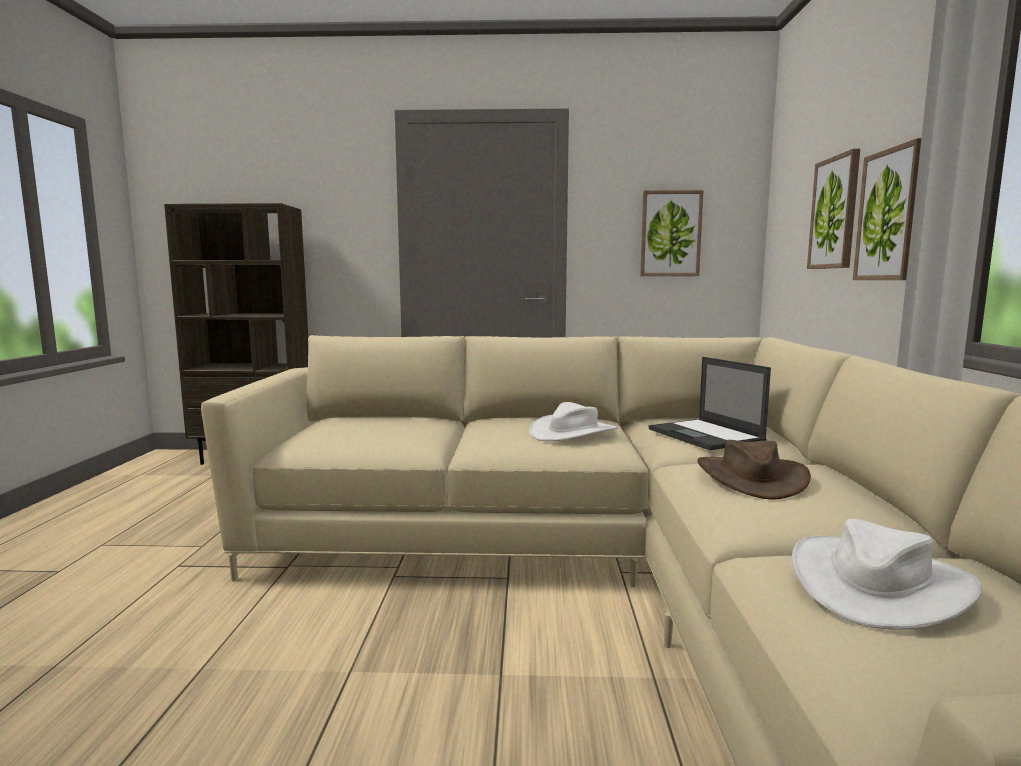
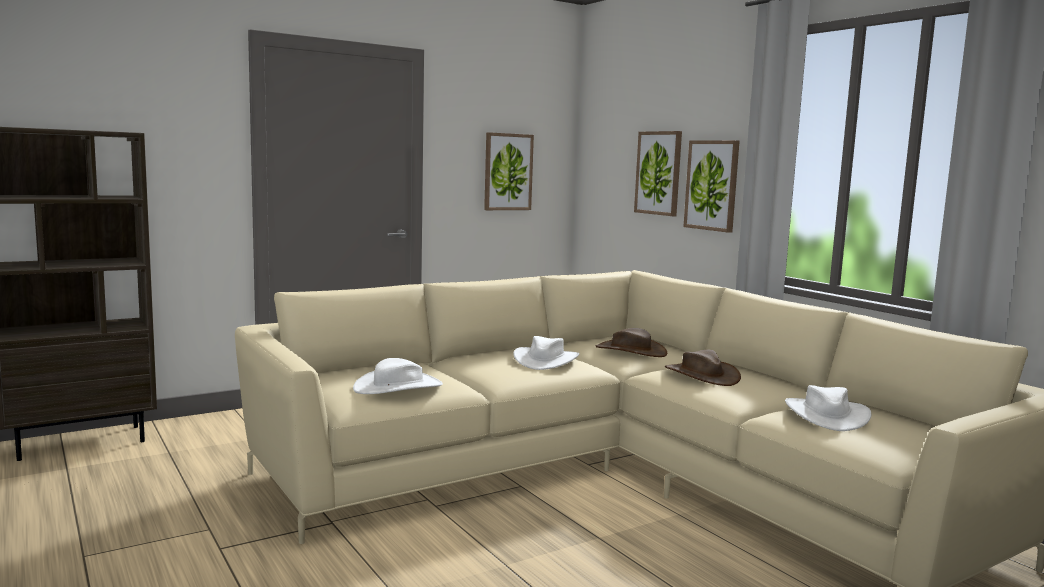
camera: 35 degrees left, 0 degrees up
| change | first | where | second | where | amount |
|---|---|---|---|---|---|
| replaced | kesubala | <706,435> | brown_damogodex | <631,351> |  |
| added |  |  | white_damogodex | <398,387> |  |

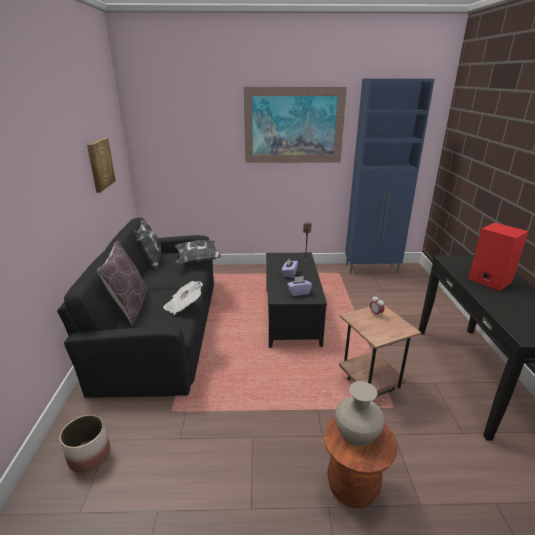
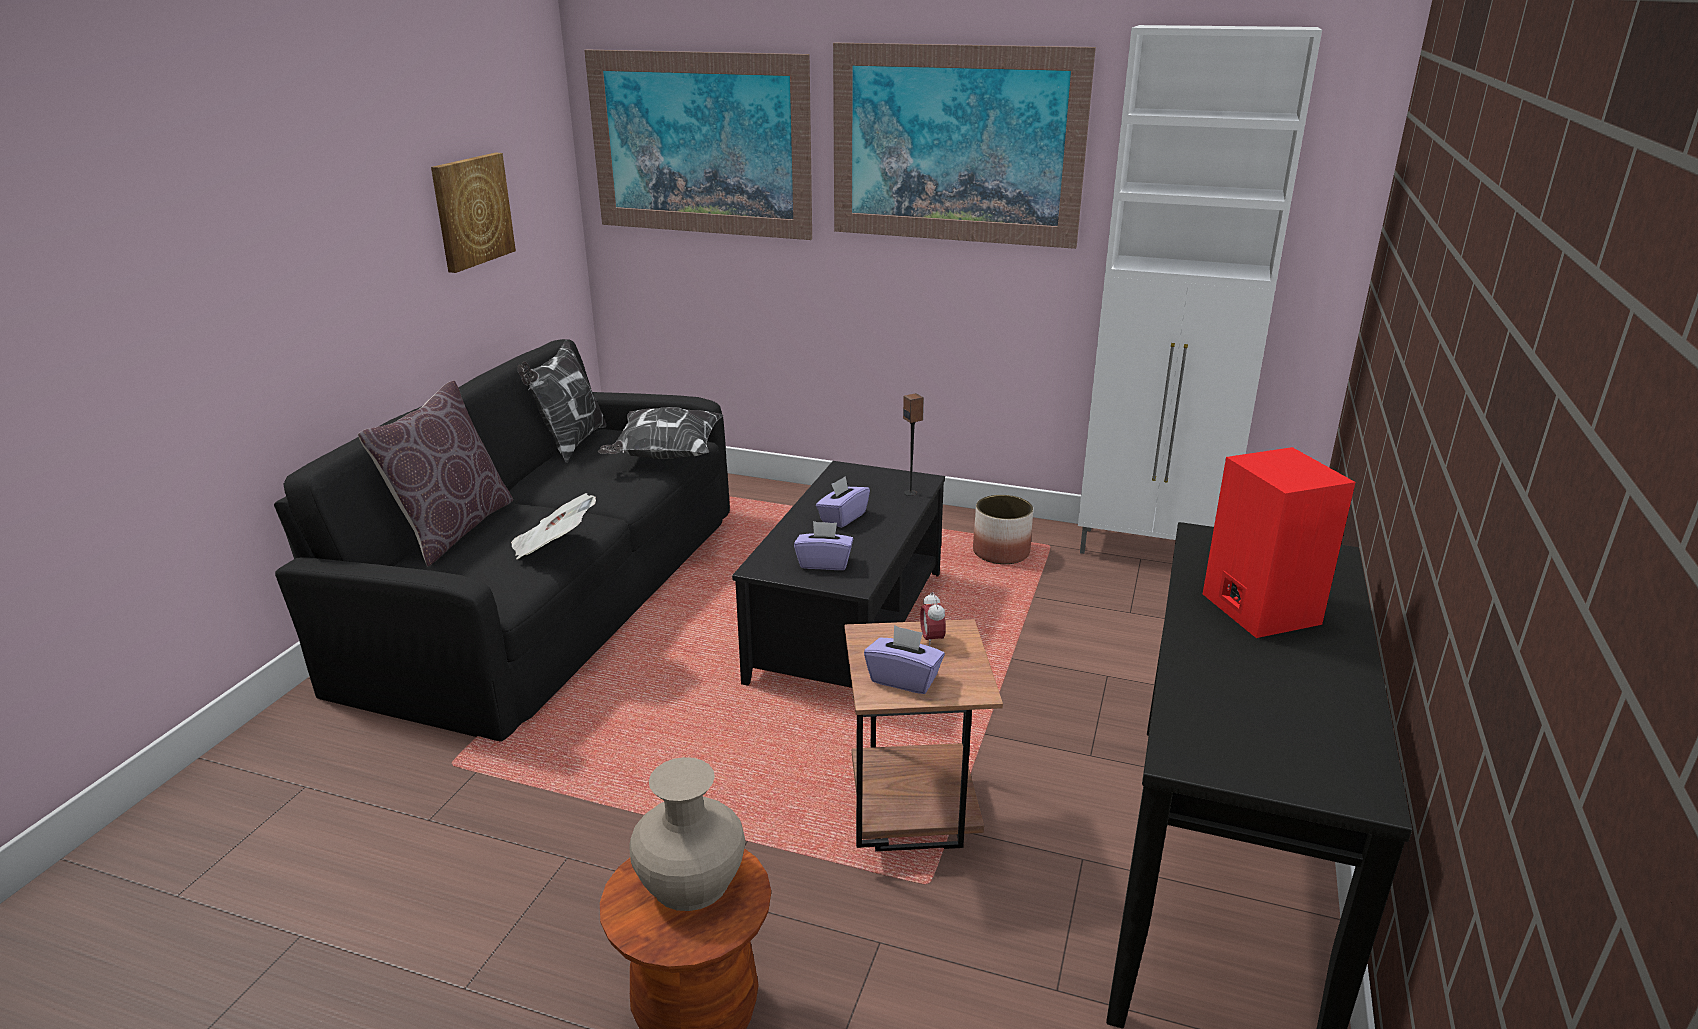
camera: 20 degrees right, 0 degrees up
| change | first | where | second | where | amount |
|---|---|---|---|---|---|
| recoloured | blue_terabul | <372,269> | white_terabul | <1152,551> |  |
| moved | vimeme | <90,455> |  | <1001,552> |  |
| added |  |  | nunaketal | <699,144> |  |
| added |  |  | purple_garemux | <904,679> |  |

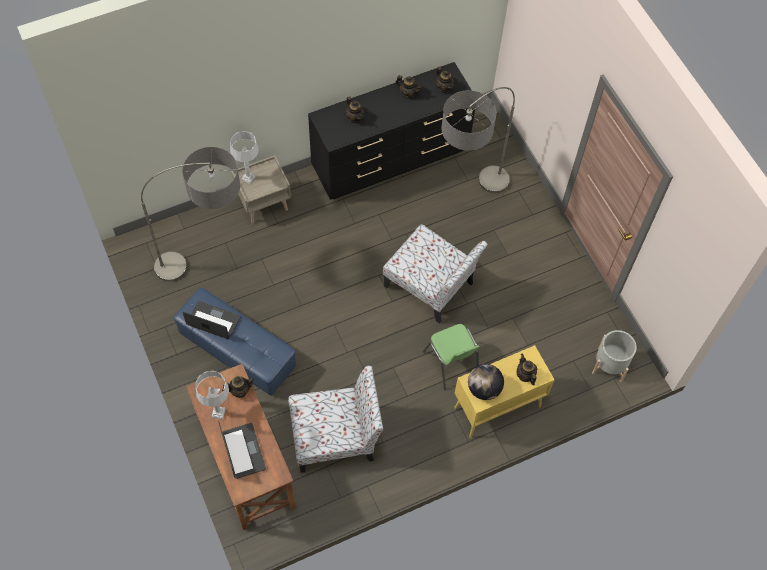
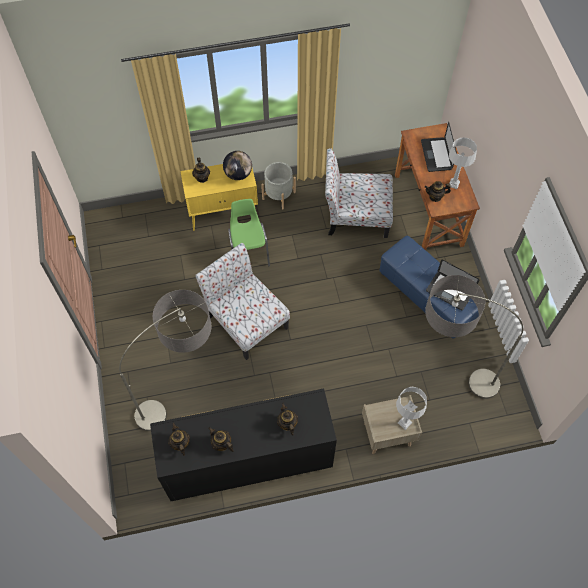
camera: 165 degrees left, 0 degrees up
| change | first | where | second | where | amount |
|---|---|---|---|---|---|
| moved | grey_vimeme | <610,364> |  | <279,195> |  |

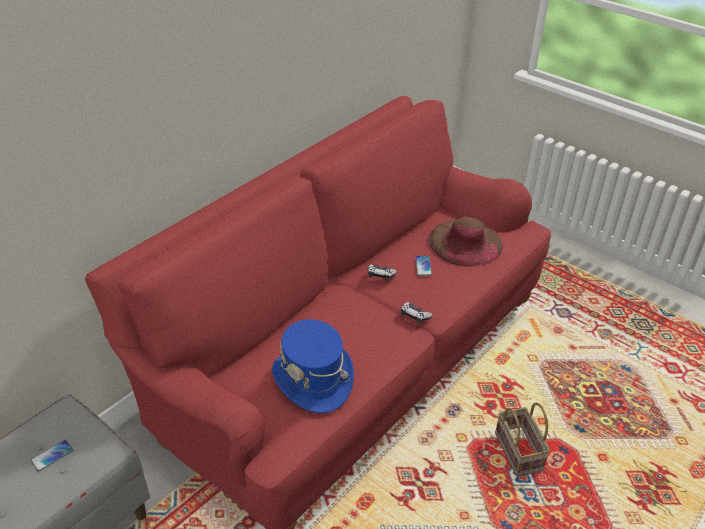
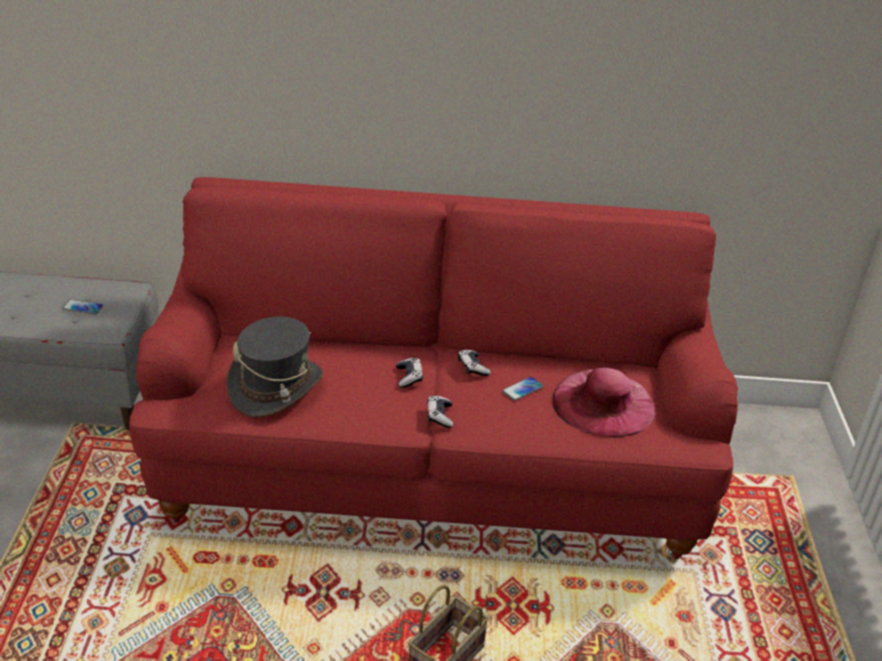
camera: 50 degrees right, 5 degrees down
| change | first | where | second | where | amount |
|---|---|---|---|---|---|
| recoloured | brown_damogodex | <465,242> | pink_damogodex | <603,403> |  |
| recoloured | blue_damogodex | <313,379> | grey_damogodex | <275,387> |  |
| added |  |  | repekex | <409,377> |  |

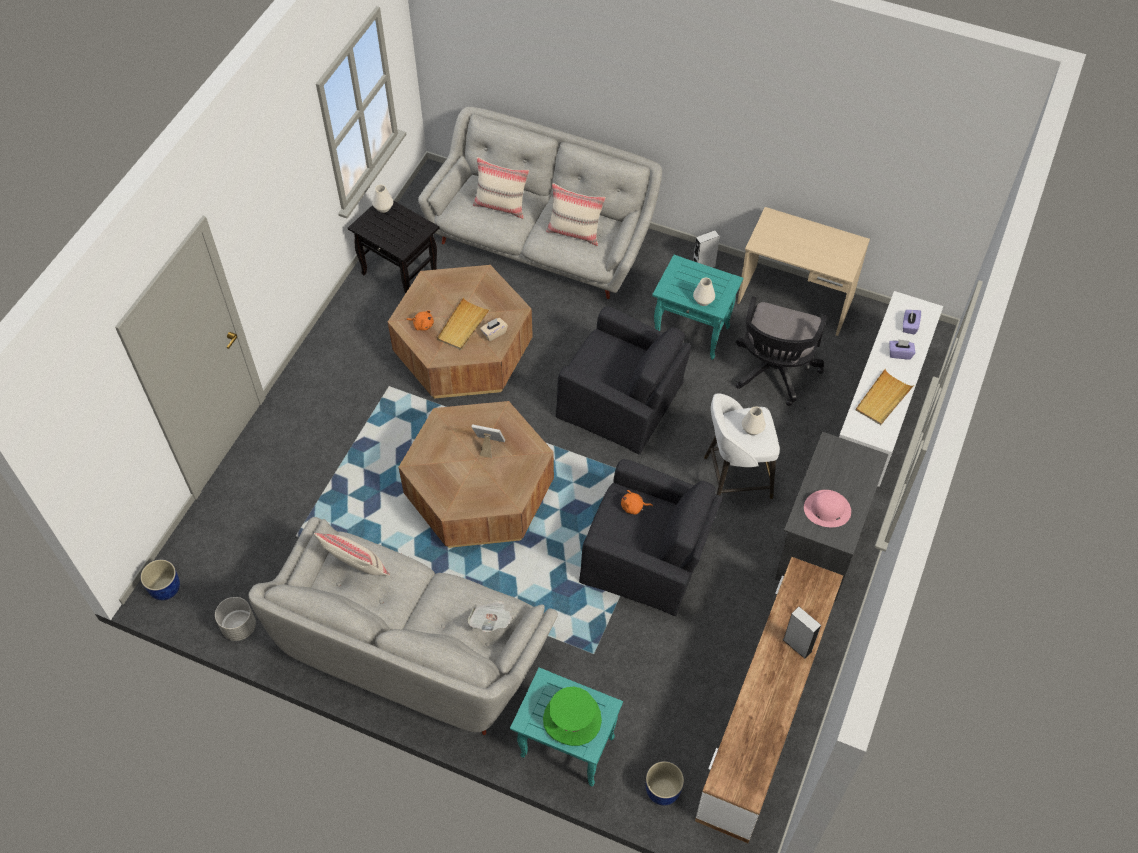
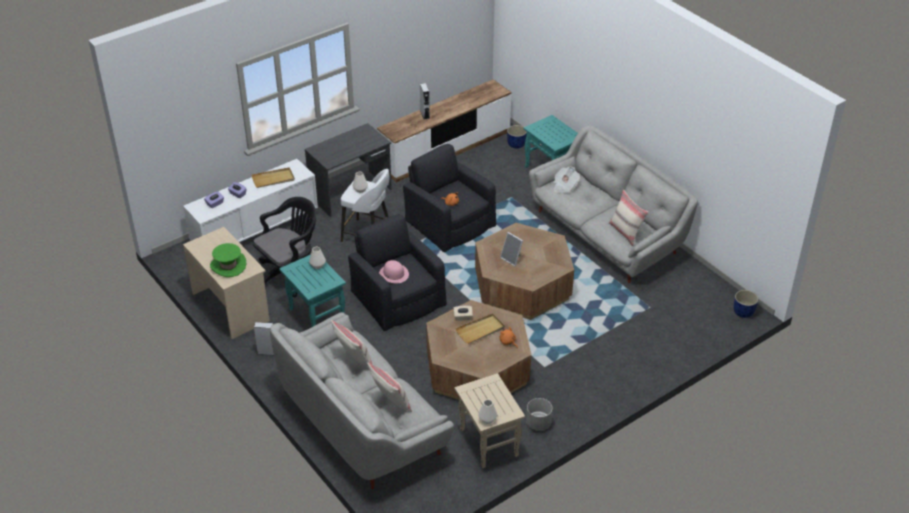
camera: 150 degrees left, 15 degrees down
| change | first | where | second | where | amount |
|---|---|---|---|---|---|
| recoloured | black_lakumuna | <401,275> | beige_lakumuna | <487,442> |  |
| moved | pink_damogodex | <827,509> |  | <394,274> |  |
| moved | grey_vimeme | <239,627> |  | <538,423> |  |
| moved | green_damogodex | <572,719> |  | <228,265> |  |

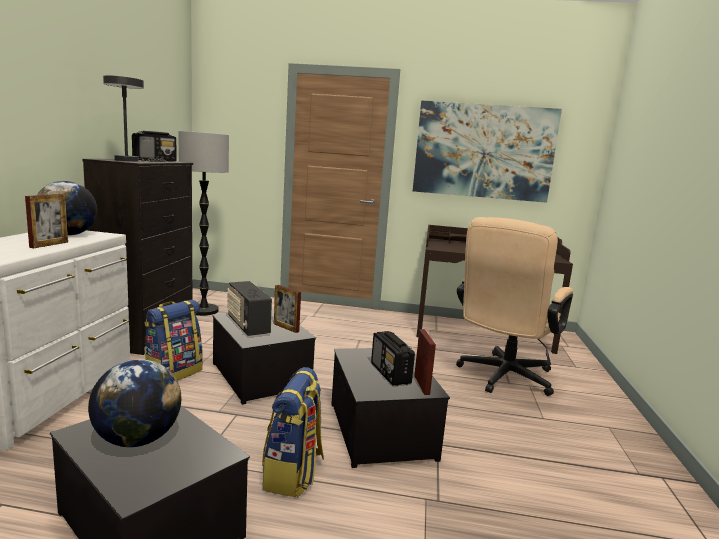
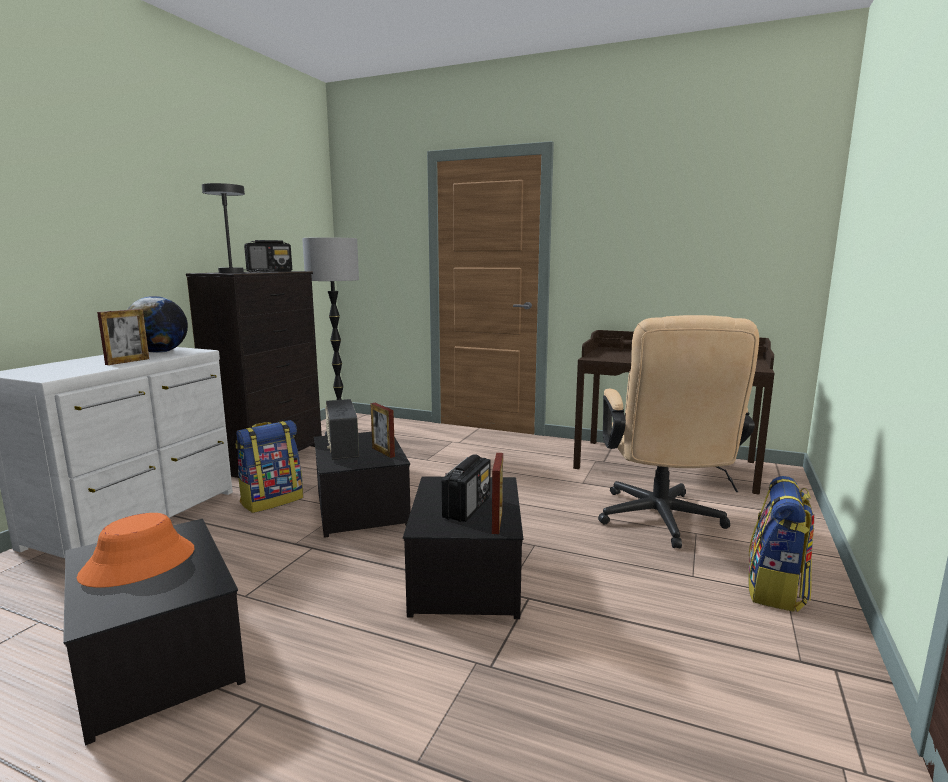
camera: 15 degrees right, 0 degrees up
| change | first | where | second | where | amount |
|---|---|---|---|---|---|
| removed | nunaketal | <483,151> |  |  |  |
| turned | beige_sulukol | <502,378> |  | <661,522> | 45 degrees counterclockwise |
| turned | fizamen | <390,374> |  | <467,507> | 150 degrees counterclockwise |
| replaced | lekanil | <137,439> | orange_damogodex | <139,563> |  |
| moved | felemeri | <293,474> |  | <776,590> |  |

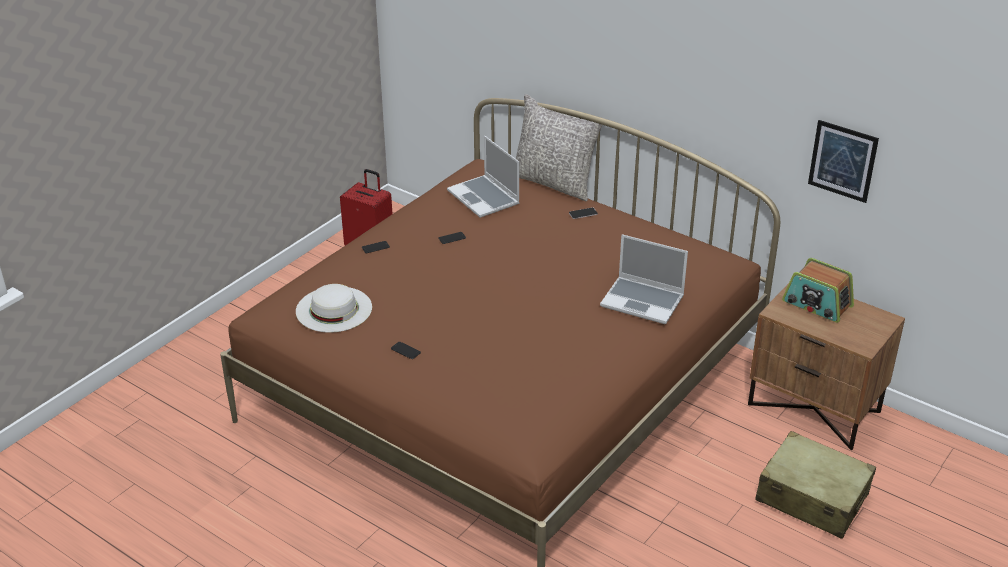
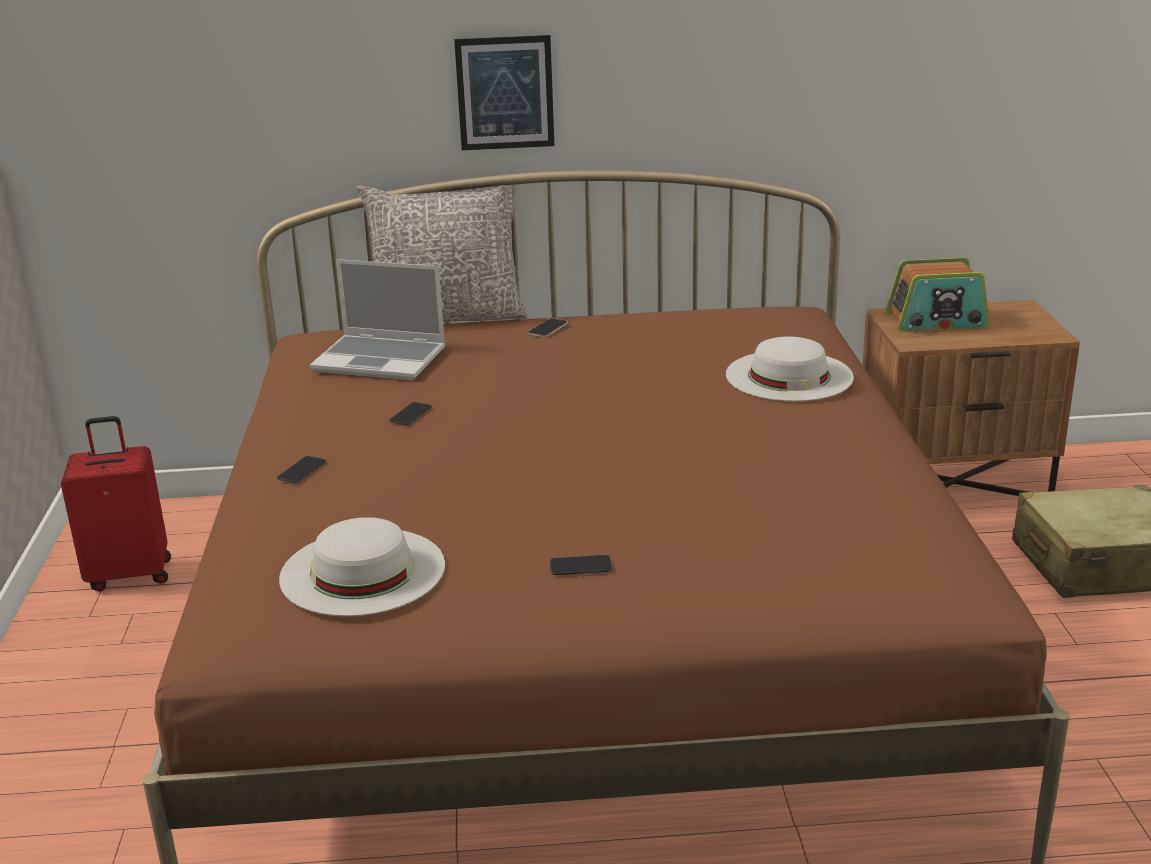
camera: 40 degrees left, 10 degrees down
| change | first | where | second | where | amount |
|---|---|---|---|---|---|
| moved | nunaketal | <842,161> |  | <505,93> |  |
| replaced | kesubala | <643,301> | white_damogodex | <789,375> |  |

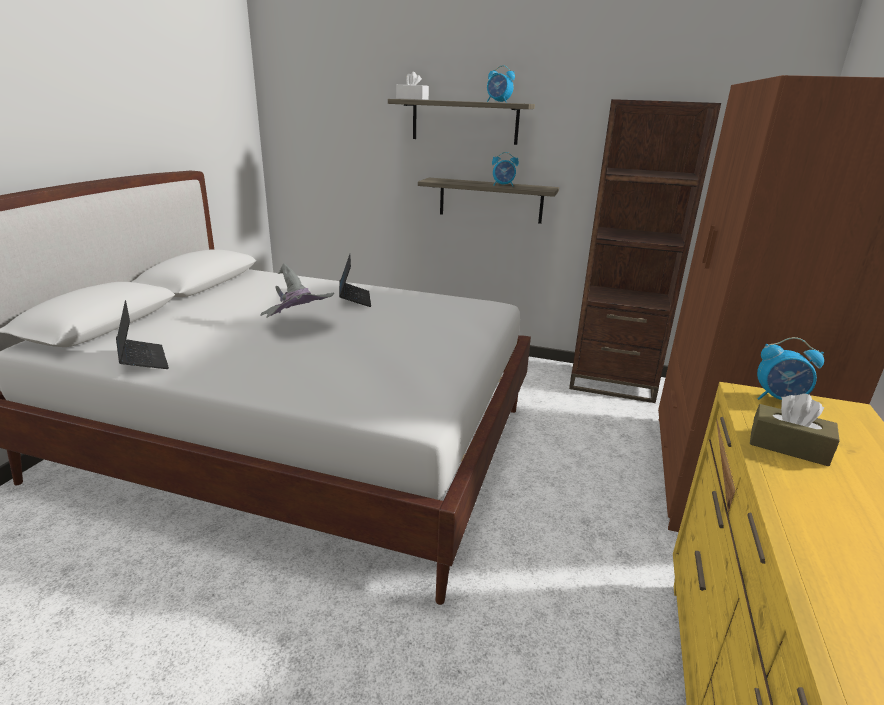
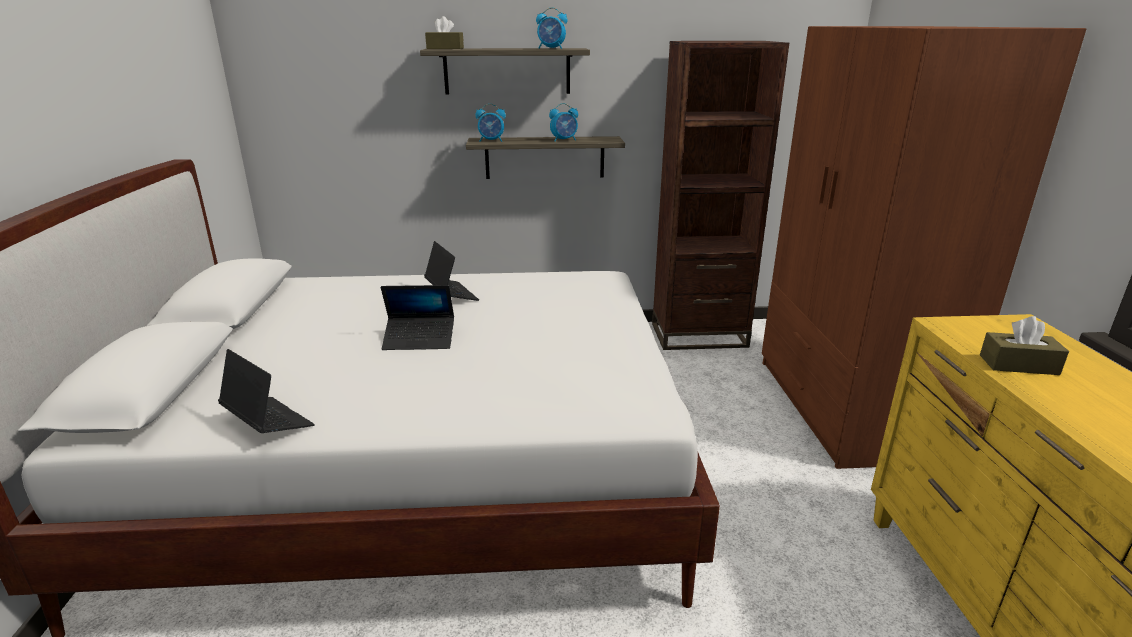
camera: 20 degrees left, 0 degrees up
| change | first | where | second | where | amount |
|---|---|---|---|---|---|
| recoloured | white_garemux | <412,99> | brown_garemux | <445,48> |  |
| replaced | grey_damogodex | <297,327> | kesubala | <419,340> |  |
| moved | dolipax | <779,399> |  | <491,141> |  |

